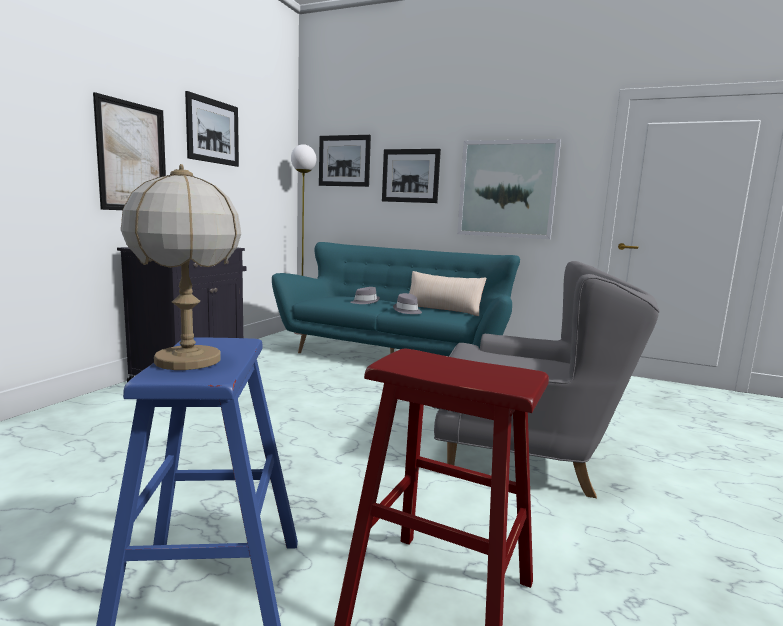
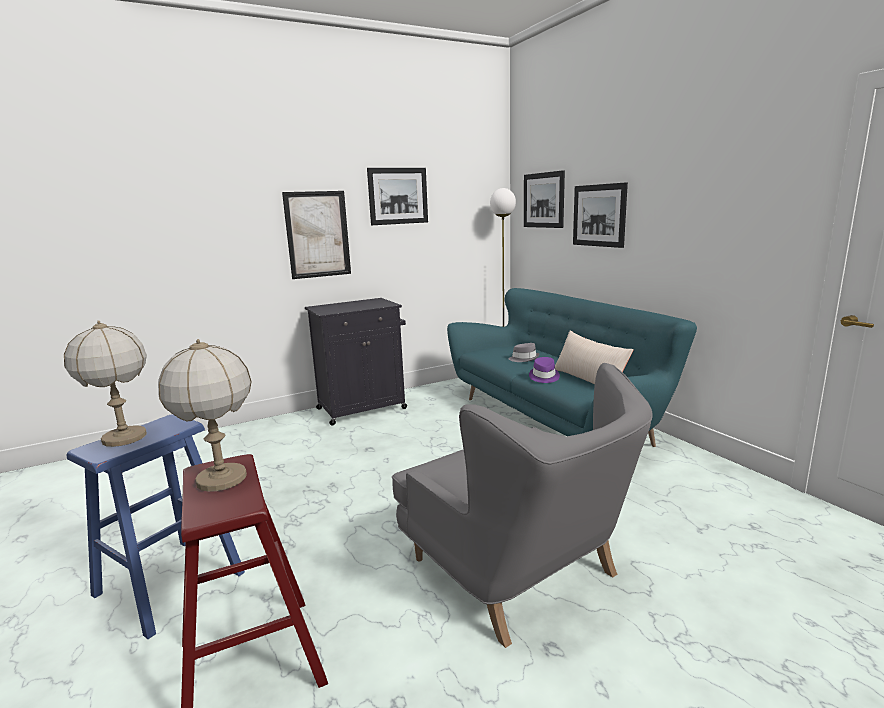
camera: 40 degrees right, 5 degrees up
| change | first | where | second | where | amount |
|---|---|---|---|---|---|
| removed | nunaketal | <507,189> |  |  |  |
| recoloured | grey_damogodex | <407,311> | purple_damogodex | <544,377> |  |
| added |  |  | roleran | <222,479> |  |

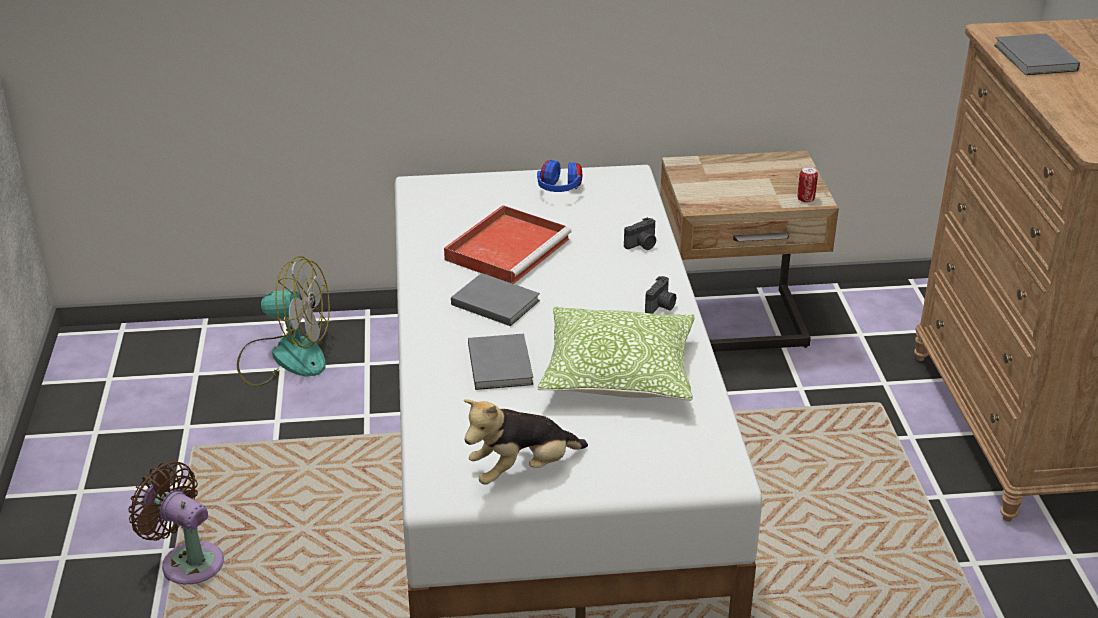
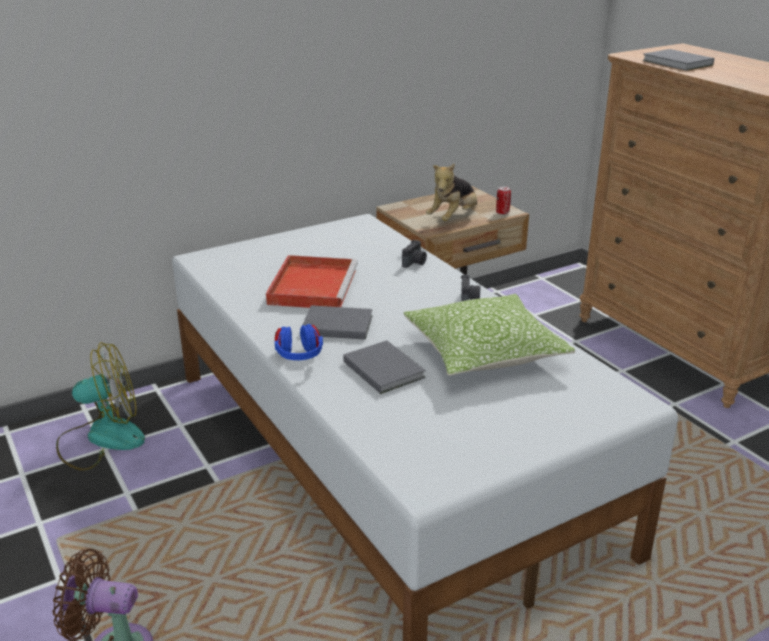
camera: 25 degrees left, 5 degrees down
| change | first | where | second | where | amount |
|---|---|---|---|---|---|
| moved | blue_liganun | <559,191> |  | <299,358> |  |
| moved | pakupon | <522,470> |  | <453,218> |  |

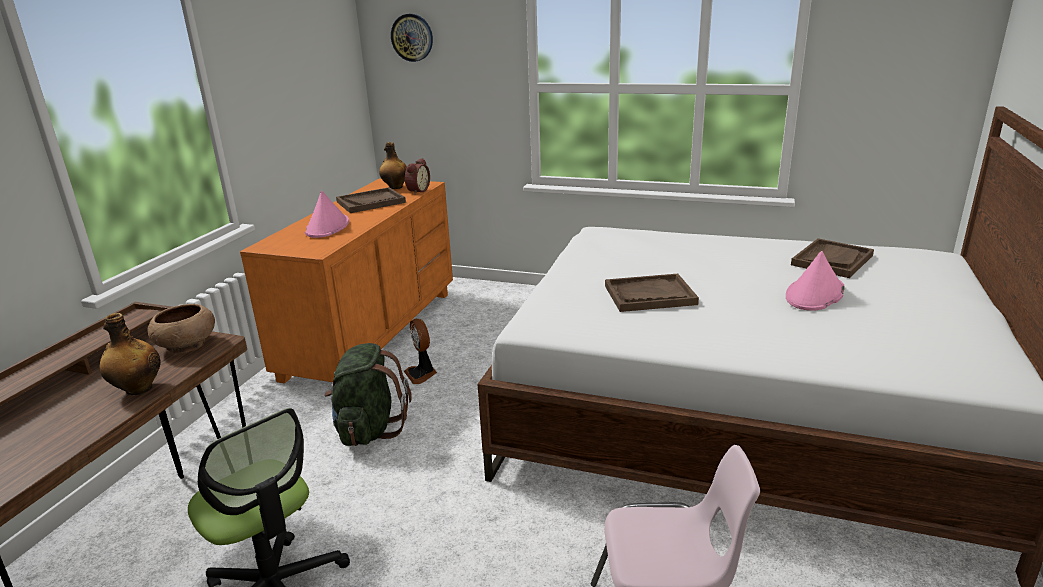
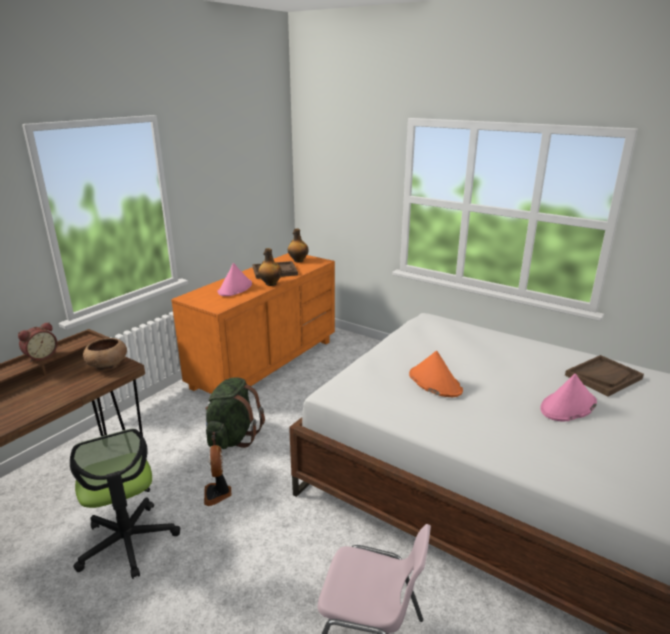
camera: 15 degrees right, 0 degrees up
| change | first | where | second | where | amount |
|---|---|---|---|---|---|
| removed | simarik | <412,37> |  |  |  |
| moved | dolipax | <417,191> |  | <41,356> |  |
| replaced | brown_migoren | <649,295> | orange_damogodex | <434,382> |  |
| moved | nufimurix | <138,389> |  | <270,284> |  |
| moved | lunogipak | <422,374> |  | <218,493> |  |

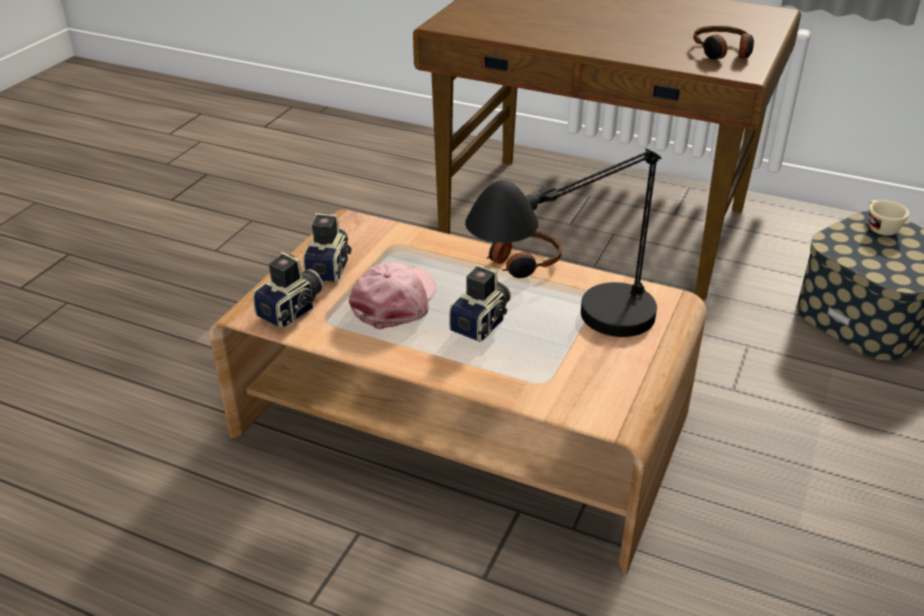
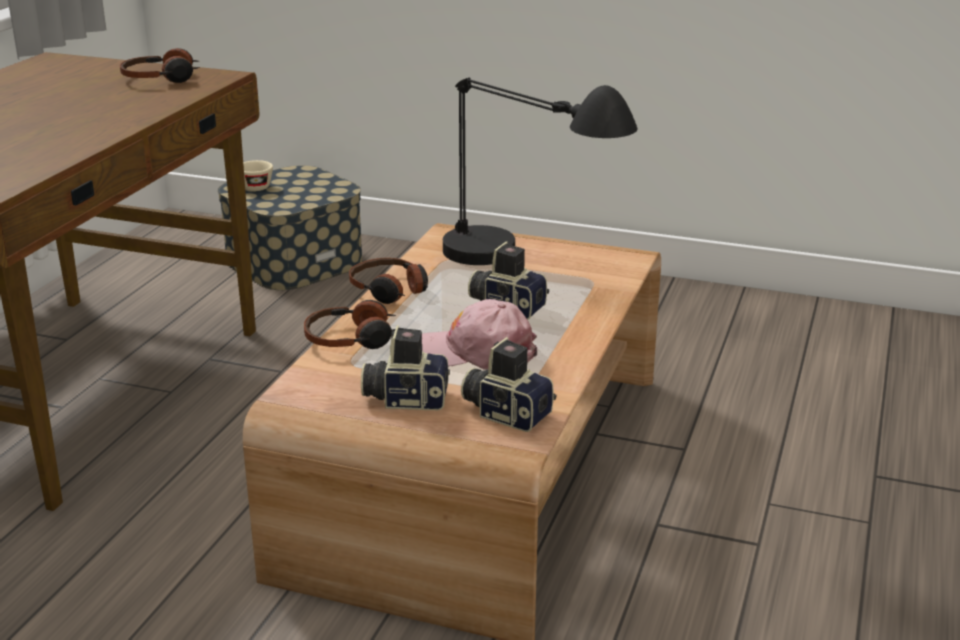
camera: 95 degrees left, 10 degrees down
| change | first | where | second | where | amount |
|---|---|---|---|---|---|
| added |  |  | liganun | <351,339> |  |

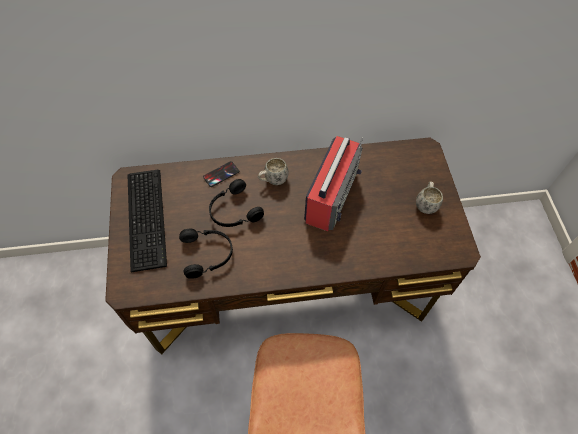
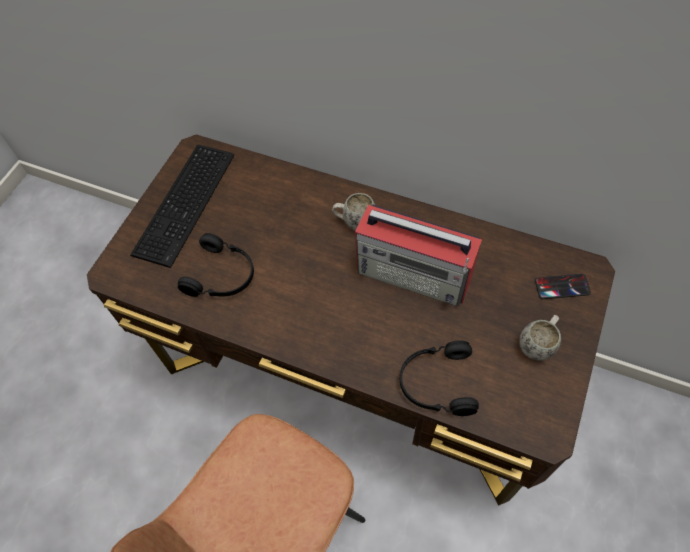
camera: 35 degrees right, 0 degrees up
| change | first | where | second | where | amount |
|---|---|---|---|---|---|
| turned | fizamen | <331,195> |  | <415,274> | 60 degrees clockwise |
| moved | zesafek | <221,174> |  | <562,286> |  |
| moved | black_liganun | <233,211> |  | <436,383> |  |

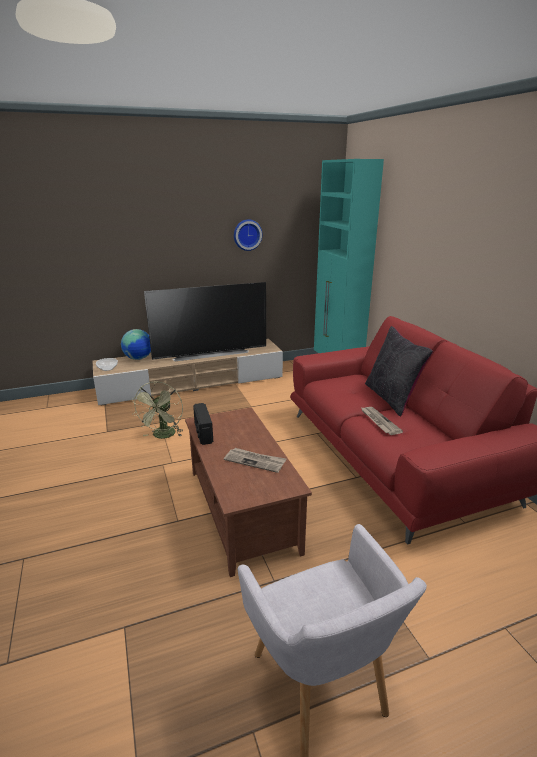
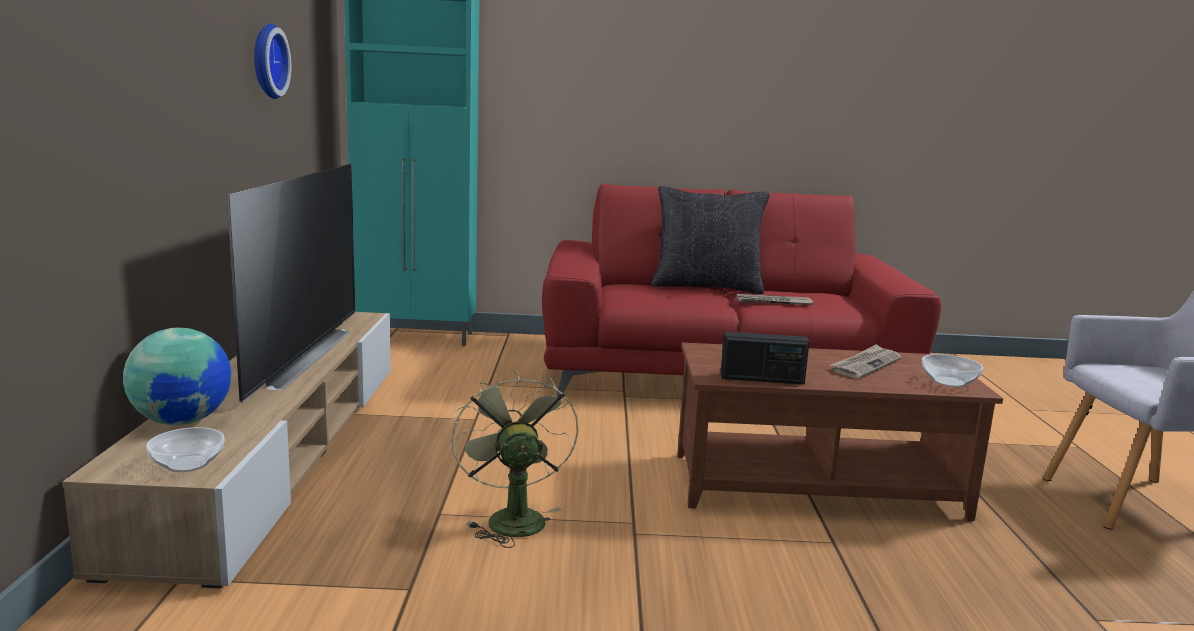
camera: 70 degrees left, 10 degrees down
| change | first | where | second | where | amount |
|---|---|---|---|---|---|
| turned | green_lunogipak | <163,436> |  | <511,518> | 135 degrees counterclockwise |
| added |  |  | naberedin | <950,382> |  |

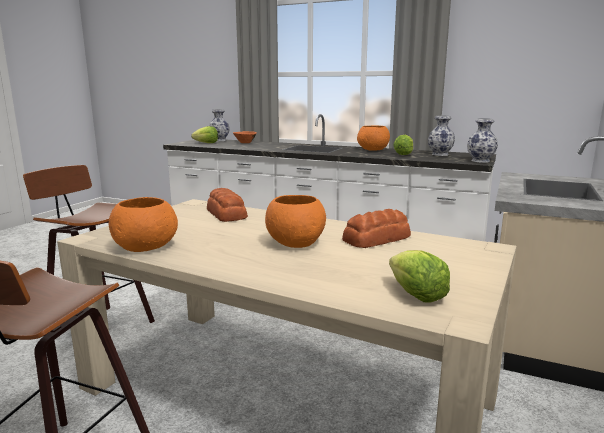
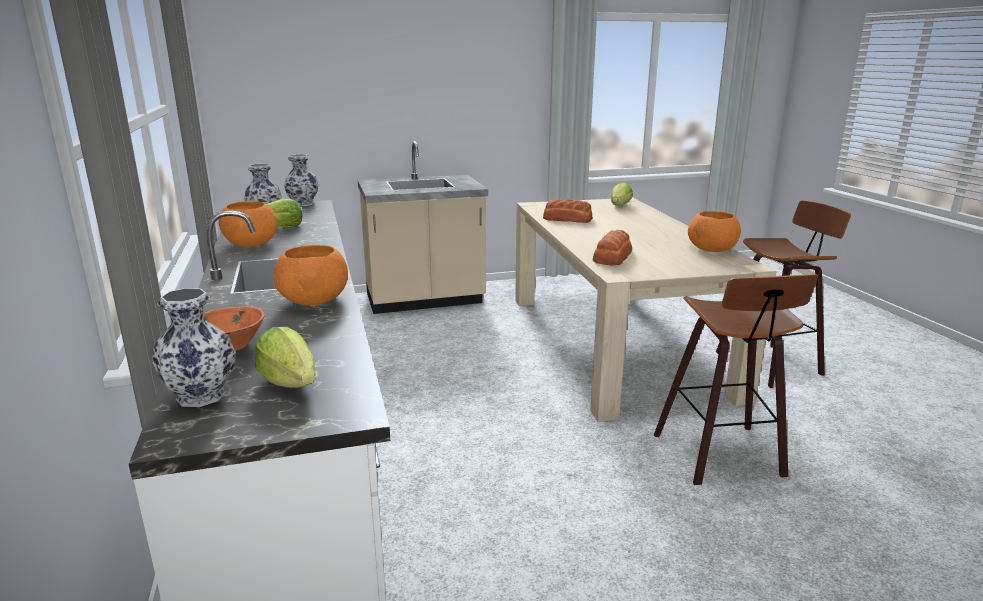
camera: 130 degrees left, 5 degrees up
| change | first | where | second | where | amount |
|---|---|---|---|---|---|
| moved | orange_naberedin | <295,242> |  | <313,301> |  |

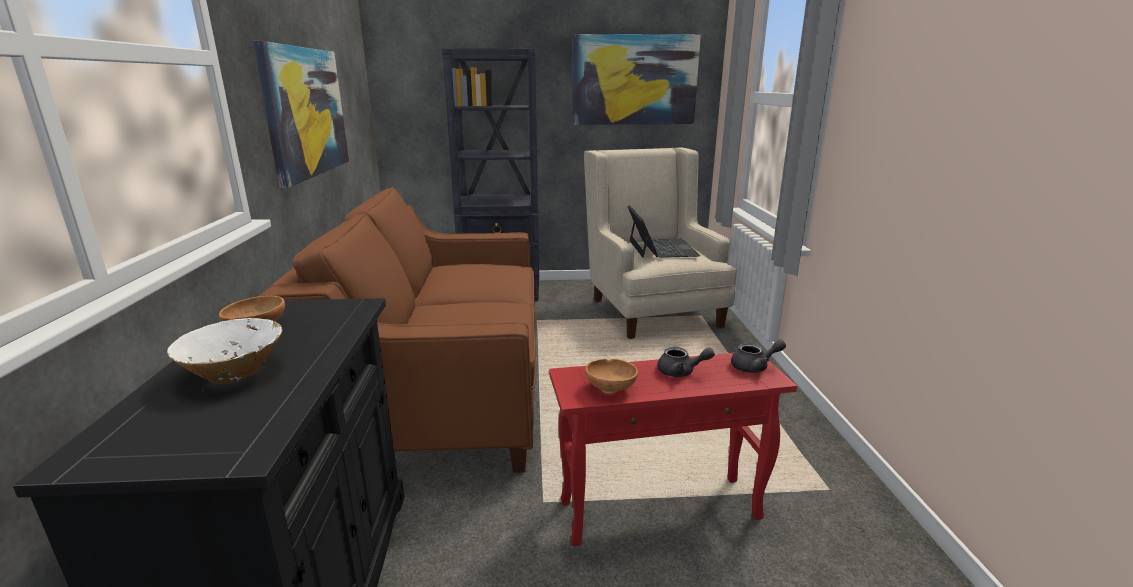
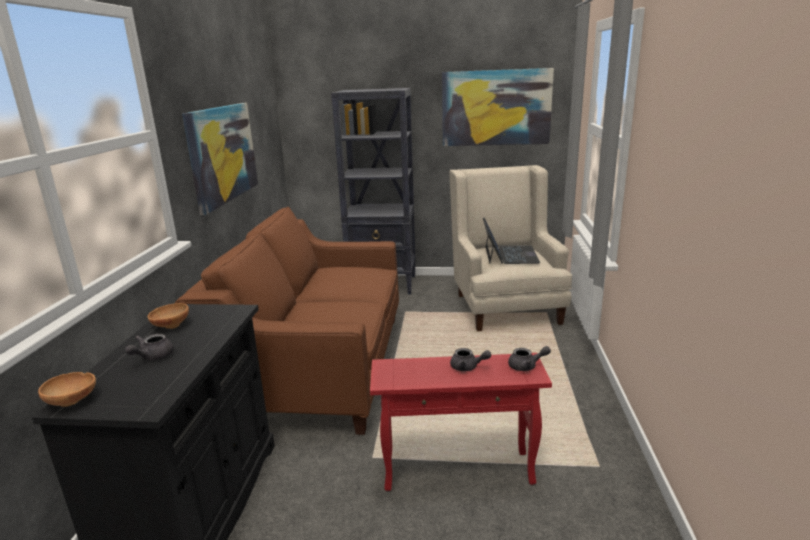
camera: 10 degrees right, 0 degrees up
| change | first | where | second | where | amount |
|---|---|---|---|---|---|
| replaced | white_naberedin | <235,373> | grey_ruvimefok | <152,357> |  |
| moved | brown_naberedin | <611,388> |  | <73,401> |  |

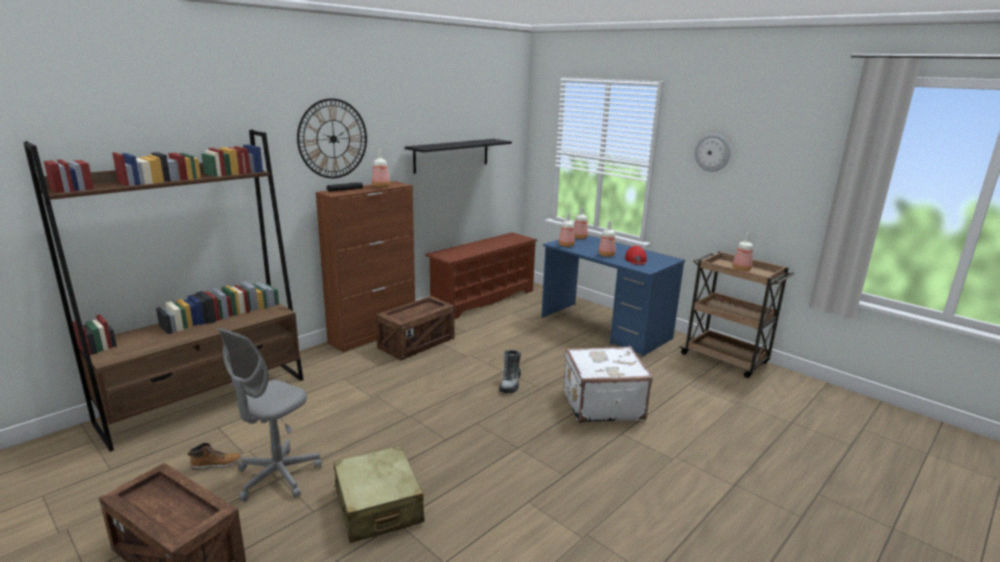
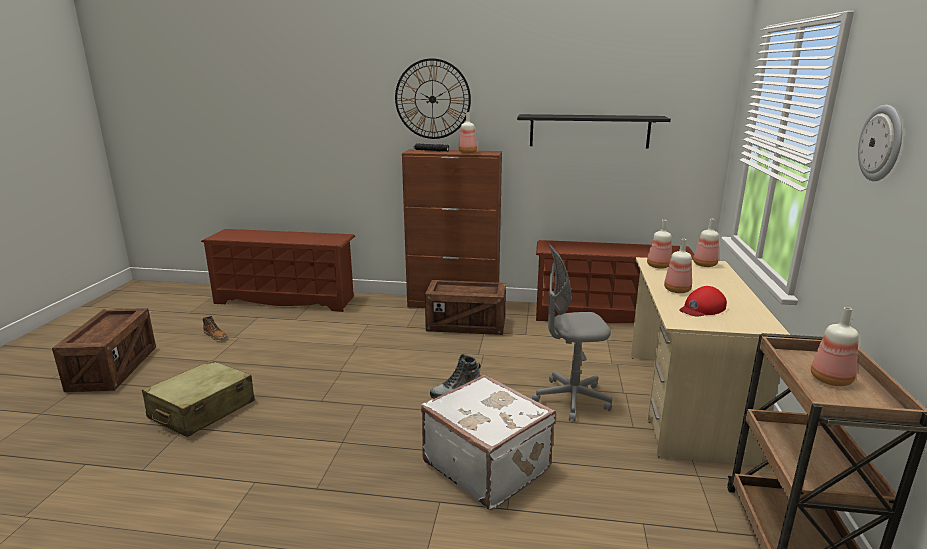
camera: 55 degrees right, 0 degrees up
| change | first | where | second | where | amount |
|---|---|---|---|---|---|
| replaced | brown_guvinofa | <206,400> | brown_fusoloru | <287,299> |  |
| recoloured | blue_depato | <604,328> | beige_depato | <684,403> |  |
| moved | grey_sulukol | <277,476> |  | <571,399> |  |

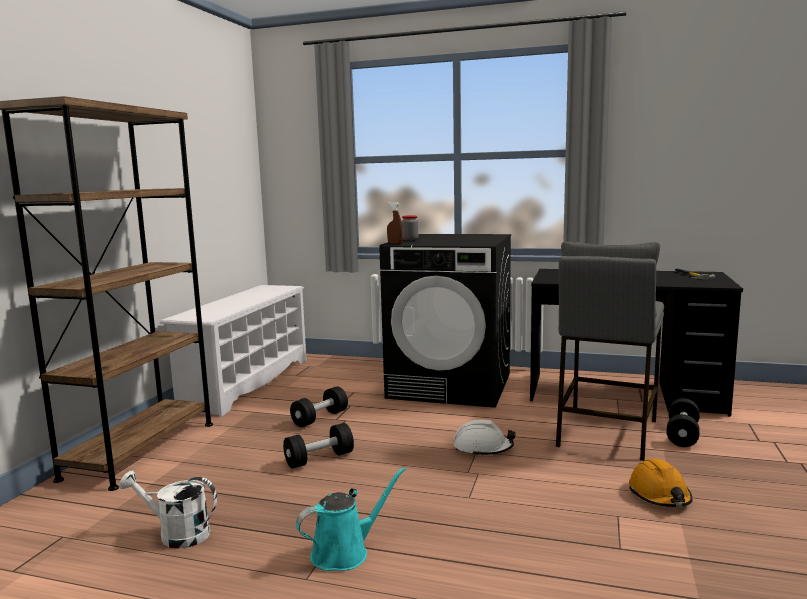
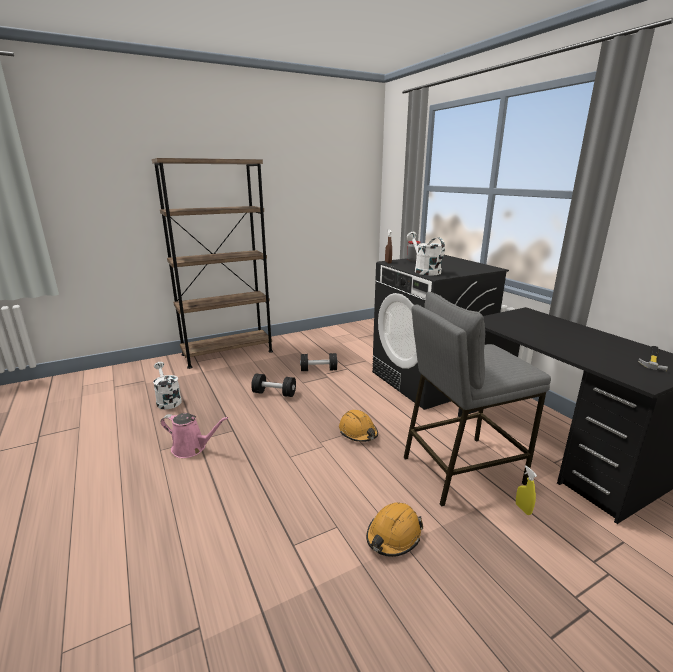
camera: 45 degrees right, 10 degrees up
| change | first | where | second | where | amount |
|---|---|---|---|---|---|
| removed | white_fusoloru | <246,382> |  |  |  |
| replaced | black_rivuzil | <682,435> | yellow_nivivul | <523,509> |  |
| recoloured | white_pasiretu | <483,448> | orange_pasiretu | <358,432> |  |
| recoloured | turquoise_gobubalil | <345,552> | pink_gobubalil | <192,448> |  |
| added |  |  | white_gobubalil | <424,271> |  |

